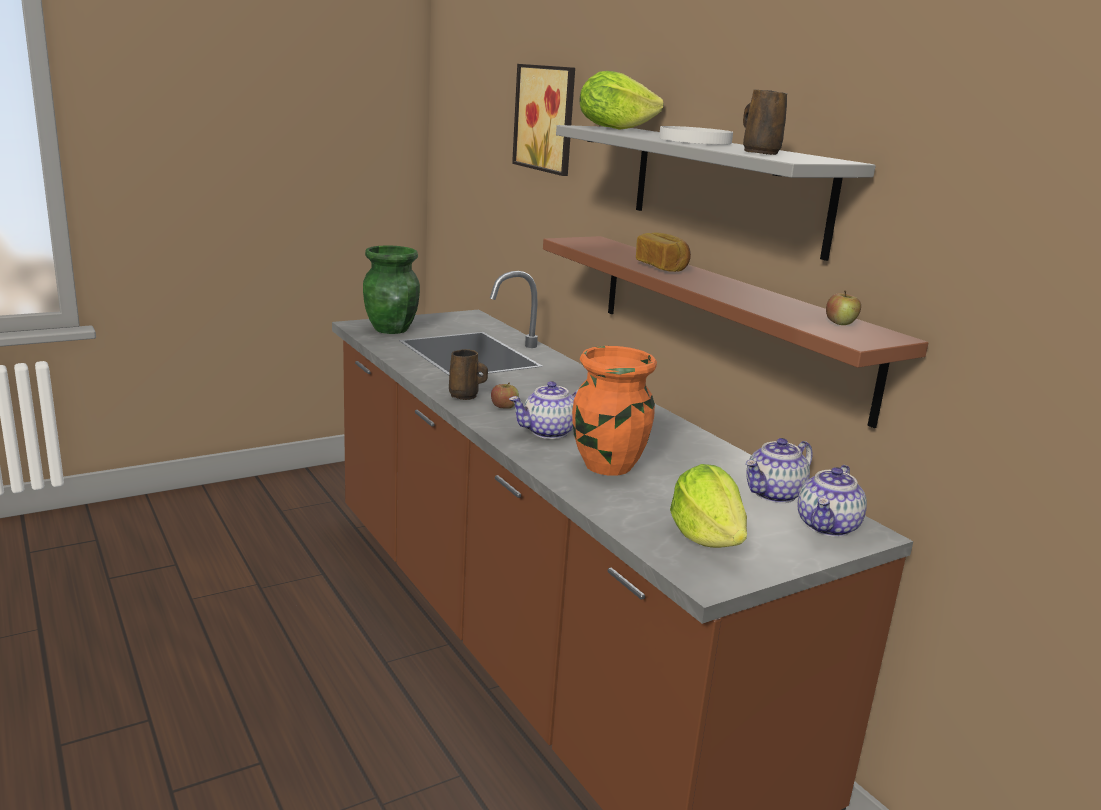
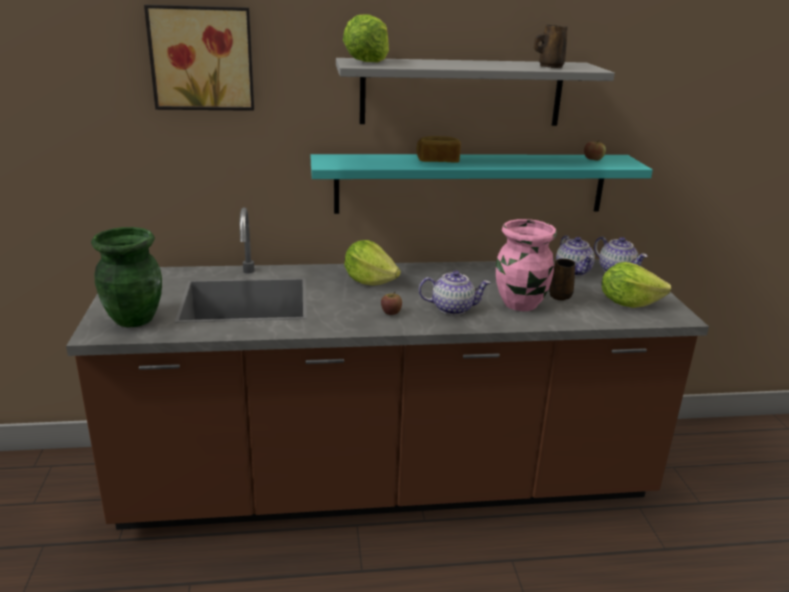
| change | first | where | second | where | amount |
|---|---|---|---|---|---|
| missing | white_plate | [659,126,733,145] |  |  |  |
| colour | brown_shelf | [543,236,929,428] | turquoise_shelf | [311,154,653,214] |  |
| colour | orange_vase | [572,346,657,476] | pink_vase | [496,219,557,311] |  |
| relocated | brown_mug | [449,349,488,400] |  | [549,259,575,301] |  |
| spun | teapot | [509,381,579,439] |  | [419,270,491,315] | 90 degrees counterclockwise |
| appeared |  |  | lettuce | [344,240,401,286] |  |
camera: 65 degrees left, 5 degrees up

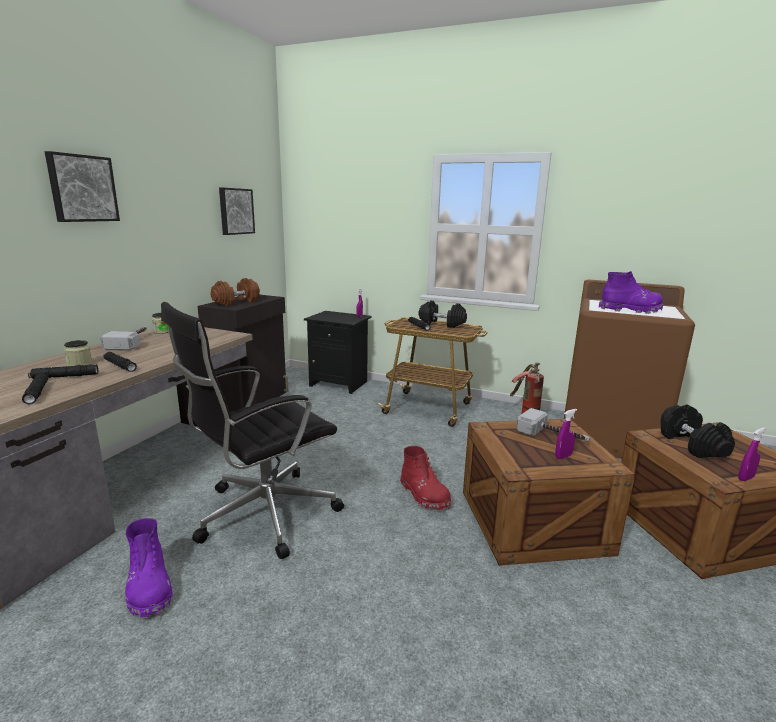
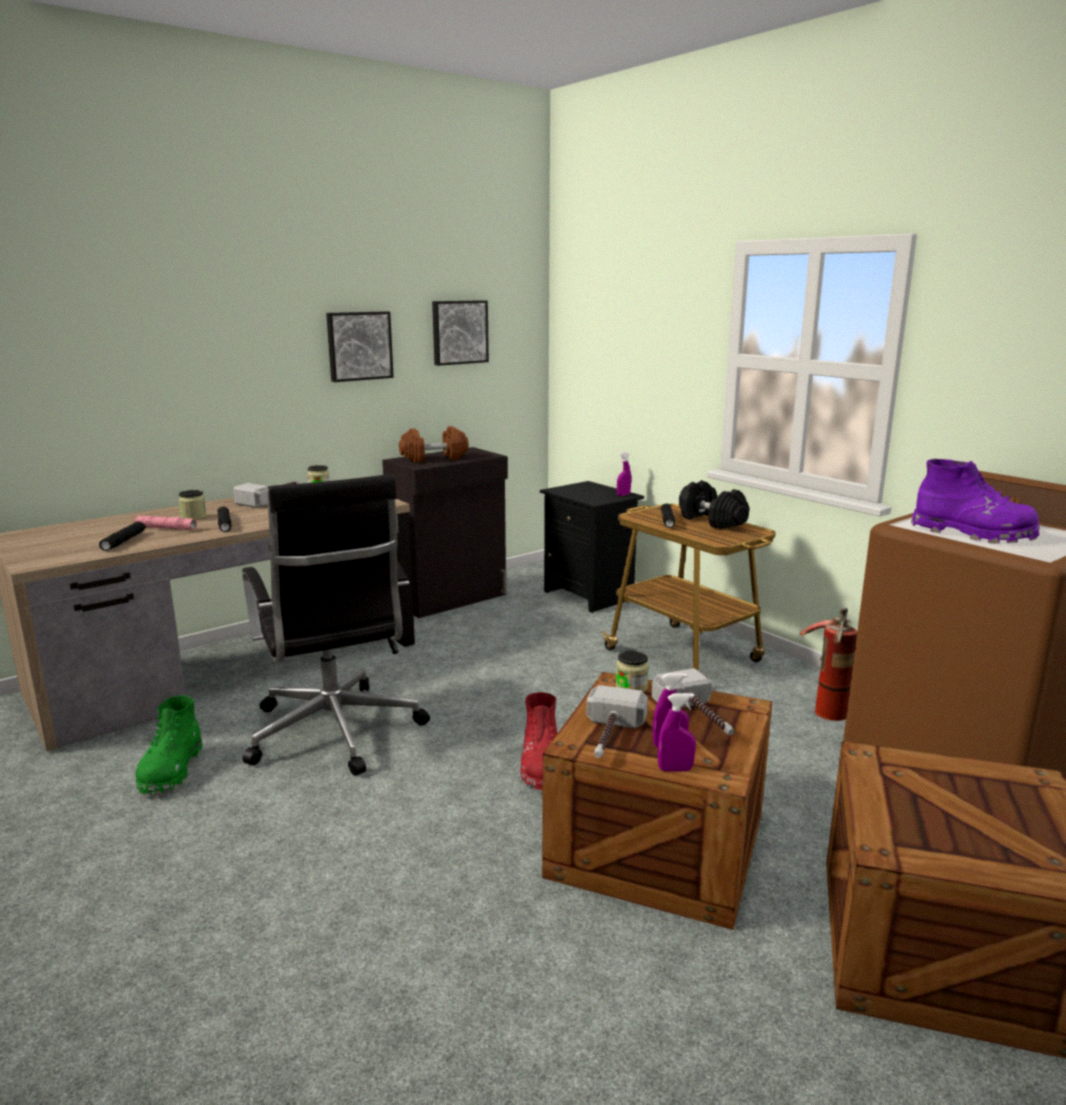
| change | first | where | second | where | amount |
|---|---|---|---|---|---|
| relocated | picture | [45,151,120,222] |  | [326,311,394,382] |  |
| spun | black_office_chair | [161,302,344,559] |  | [242,474,430,776] | 105 degrees counterclockwise |
| colour | black_flashlight | [28,365,98,379] | pink_flashlight | [133,516,197,530] |  |
| missing | black_dumbbell | [661,404,735,458] |  |  |  |
| relocated | purple_spray_bottle | [738,428,766,481] |  | [658,693,696,771] |  |
| colour | purple_boot | [125,518,173,619] | green_boot | [135,695,203,796] |  |
| appeared |  |  | jar | [616,650,649,692] |  |
| appeared |  |  | hammer | [586,685,648,758] |  |
camera: 30 degrees right, 0 degrees up

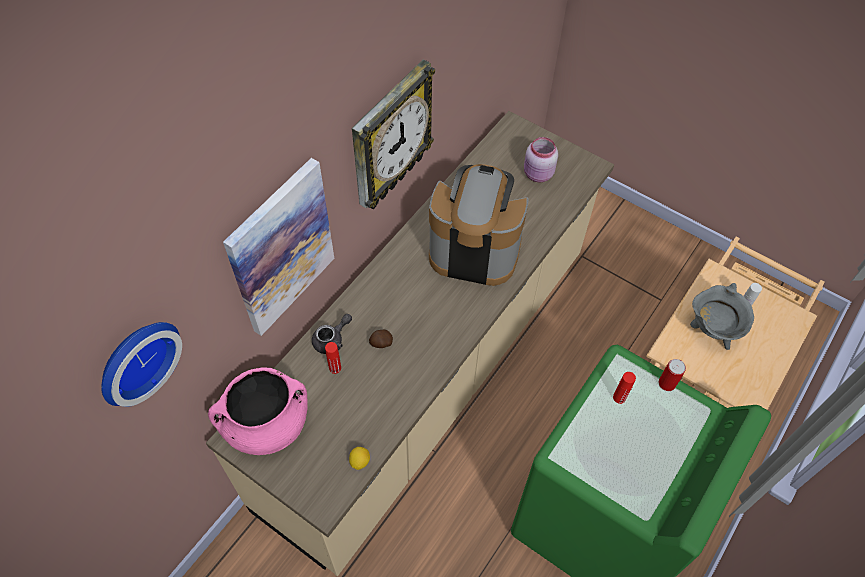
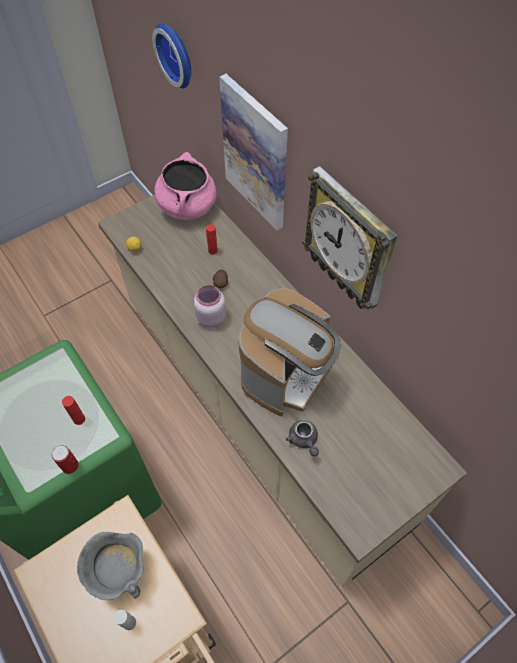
| change | first | where | second | where | amount |
|---|---|---|---|---|---|
| relocated | pink_jar | [524,137,558,182] |  | [194,285,226,327] |  |
| relocated | grey_teapot | [312,314,352,354] |  | [286,420,319,456] |  |
camera: 110 degrees right, 0 degrees up

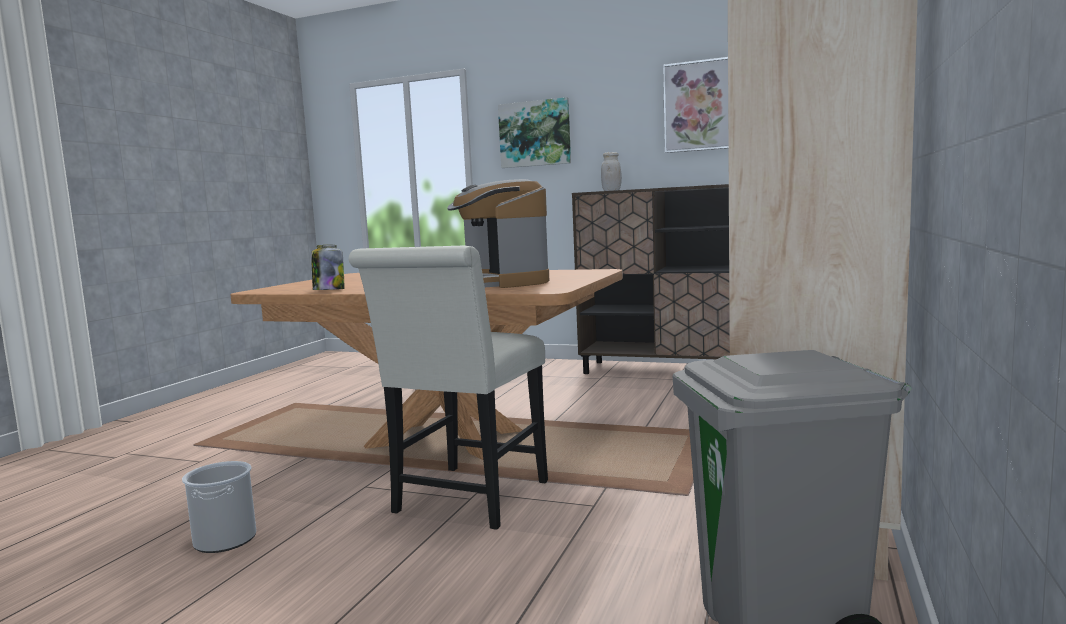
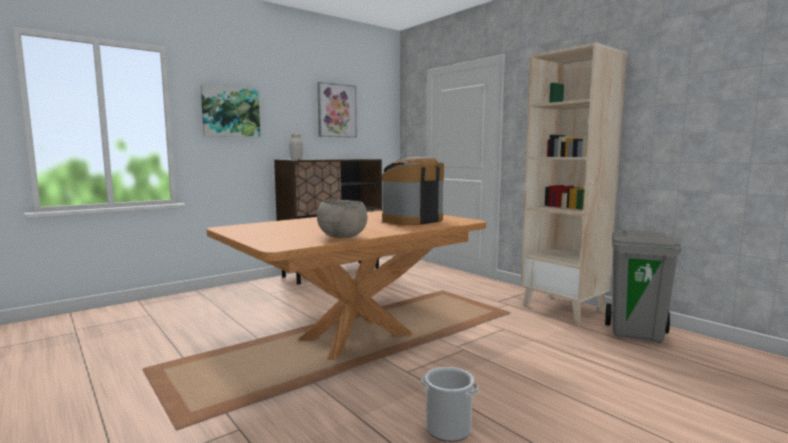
| change | first | where | second | where | amount |
|---|---|---|---|---|---|
| spun | coffee_machine | [447,179,549,288] |  | [382,157,444,225] | 135 degrees clockwise |
| exchanged | jar | [311,245,345,290] | grey_bowl | [317,199,367,238] |  |
| missing | white_chair | [348,246,548,530] |  |  |  |
camera: 60 degrees left, 0 degrees up

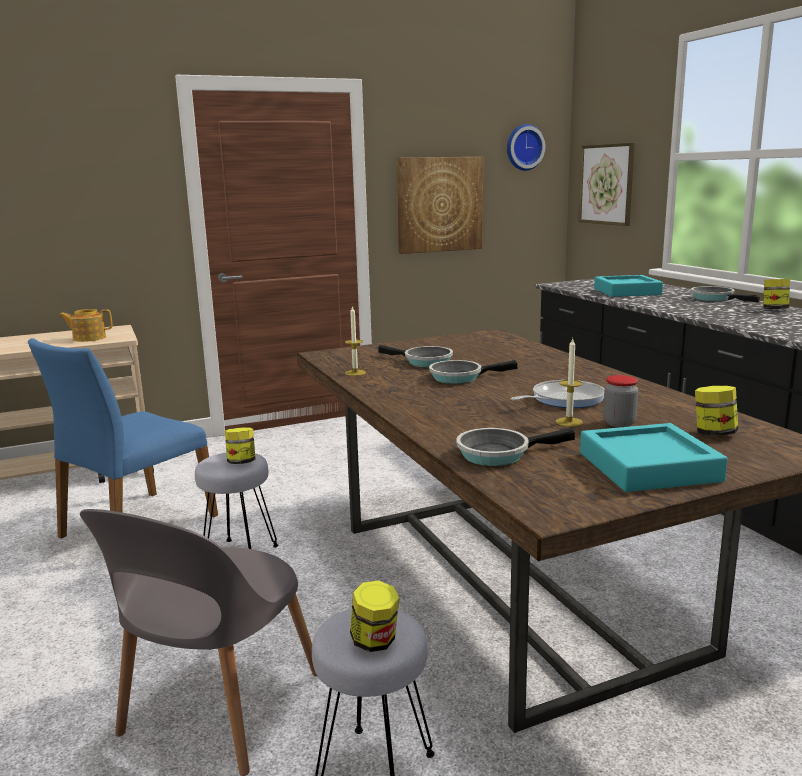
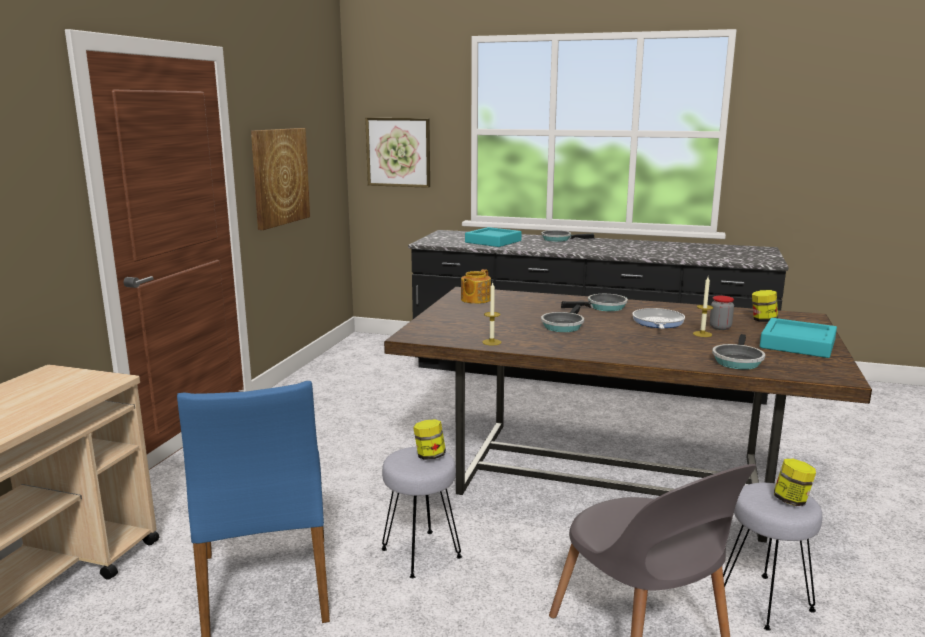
| change | first | where | second | where | amount |
|---|---|---|---|---|---|
| missing | wall_clock | [507,124,545,171] |  |  |  |
| missing | jar | [763,279,790,309] |  |  |  |
| relocated | teapot | [59,309,112,342] |  | [461,269,491,304] |  |
| relocated | frying_pan | [378,345,453,367] |  | [561,294,628,311] |  |
camera: 50 degrees left, 0 degrees up

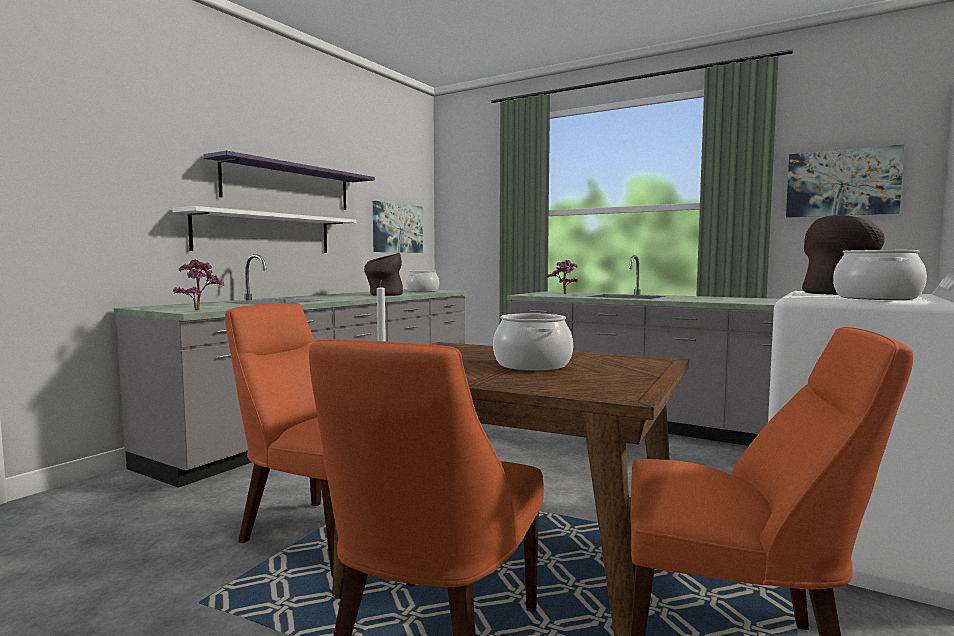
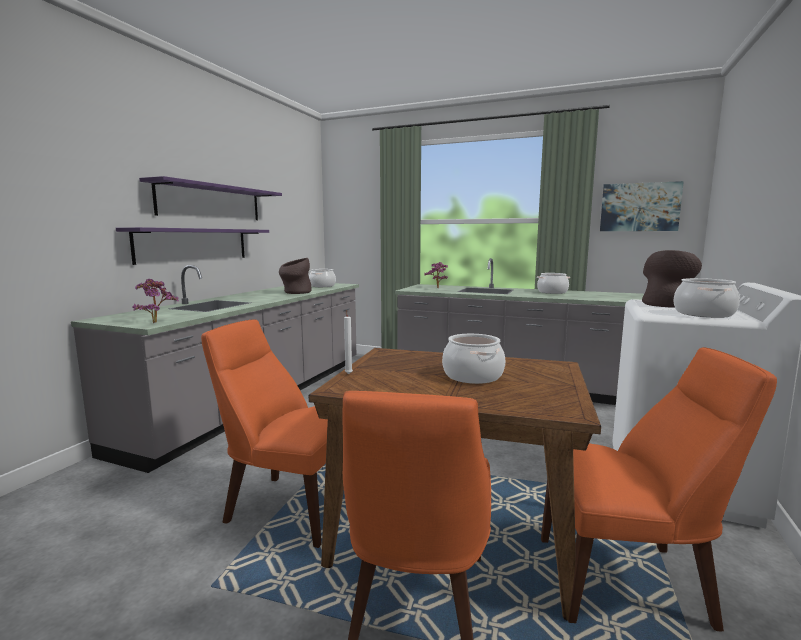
| change | first | where | second | where | amount |
|---|---|---|---|---|---|
| missing | picture | [373,201,423,253] |  |  |  |
| colour | white_shelf | [172,206,356,253] | purple_shelf | [116,227,269,265] |  |
| appeared |  |  | cooking_pot | [537,273,570,294] |  |
camera: 10 degrees left, 5 degrees up

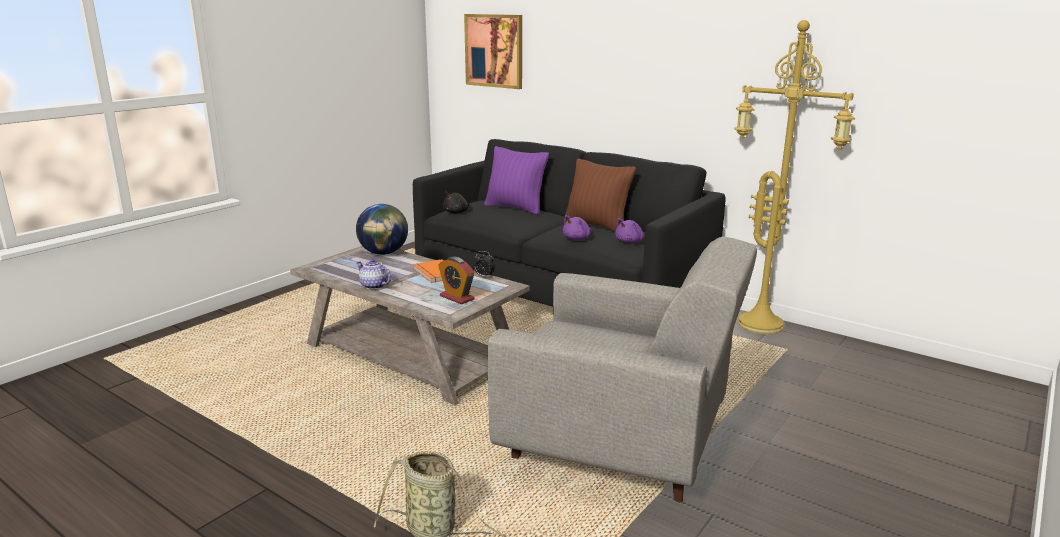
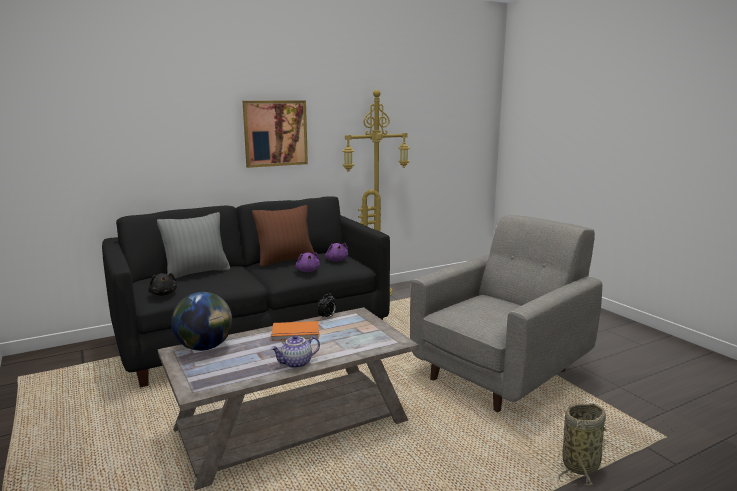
| change | first | where | second | where | amount |
|---|---|---|---|---|---|
| relocated | picture | [464,14,522,89] |  | [243,101,308,168] |  |
| colour | purple_pillow | [484,146,549,215] | grey_pillow | [157,212,230,278] |  |
| missing | alarm_clock | [438,257,475,304] |  |  |  |
camera: 65 degrees left, 5 degrees down

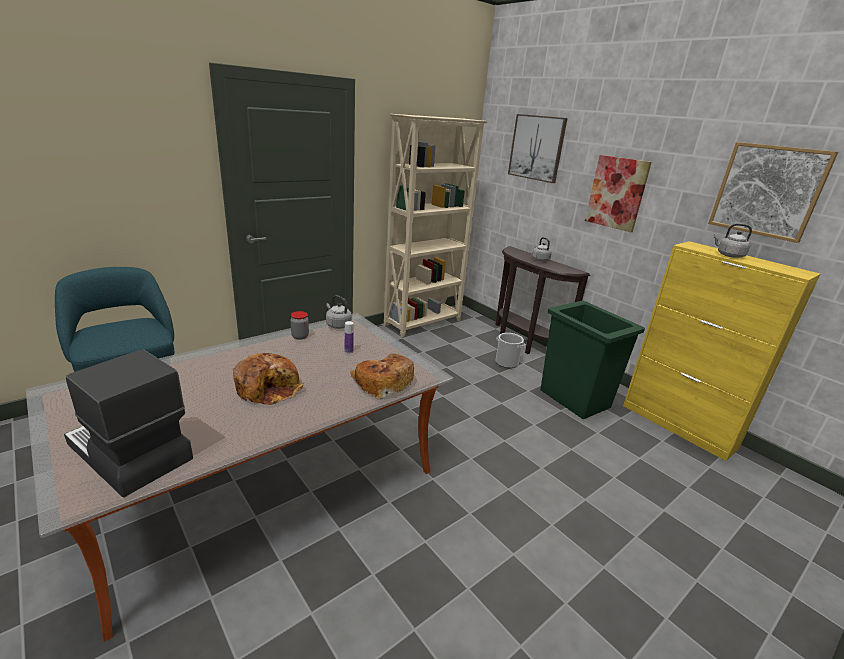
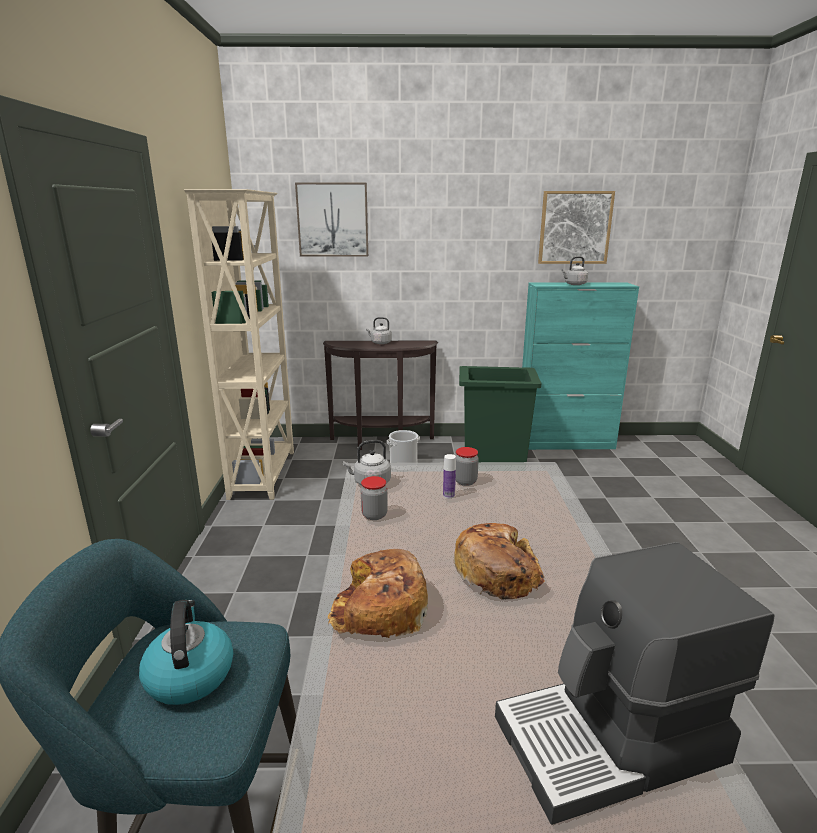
| change | first | where | second | where | amount |
|---|---|---|---|---|---|
| missing | picture | [585,155,652,232] |  |  |  |
| colour | yellow_cabinet | [623,241,821,461] | turquoise_cabinet | [522,282,639,450] |  |
| relocated | bread | [350,354,414,399] |  | [328,549,428,638] |  |
| appeared |  |  | jar | [456,447,479,486] |  |
| appeared |  |  | kettle | [139,600,233,705] |  |
camera: 50 degrees left, 5 degrees down

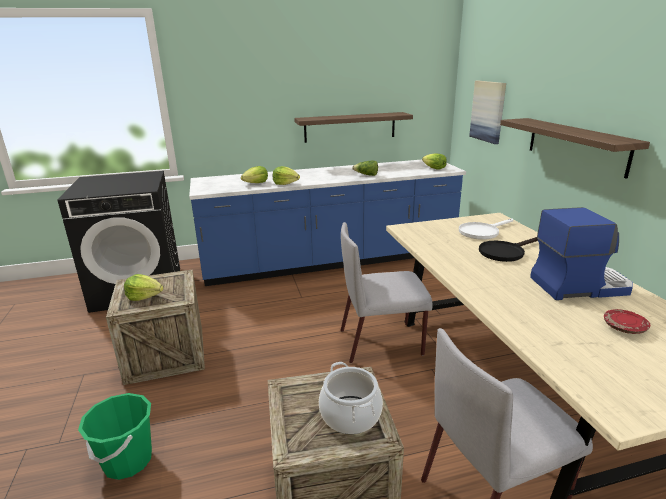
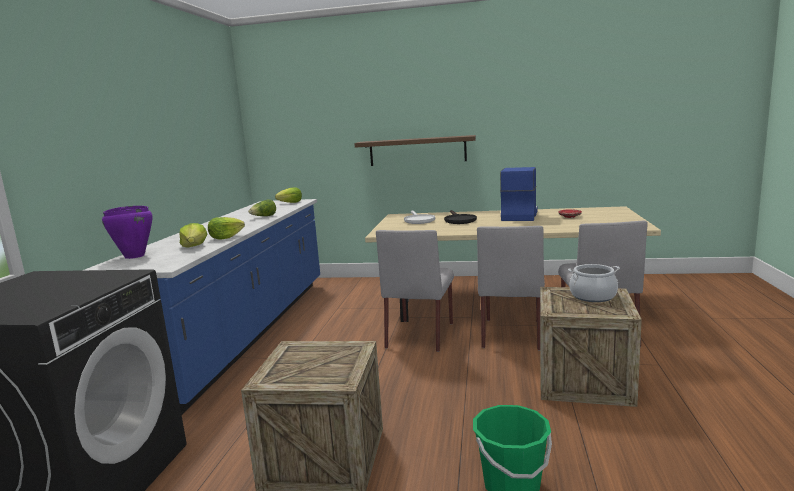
| change | first | where | second | where | amount |
|---|---|---|---|---|---|
| missing | picture | [469,81,506,144] |  |  |  |
| missing | shelf | [294,112,413,143] |  |  |  |
| missing | lettuce | [124,274,163,301] |  |  |  |
| appeared |  |  | purple_cooking_pot | [102,206,153,259] |  |
| appeared |  |  | grey_chair | [477,226,545,351] |  |
camera: 65 degrees left, 10 degrees down

